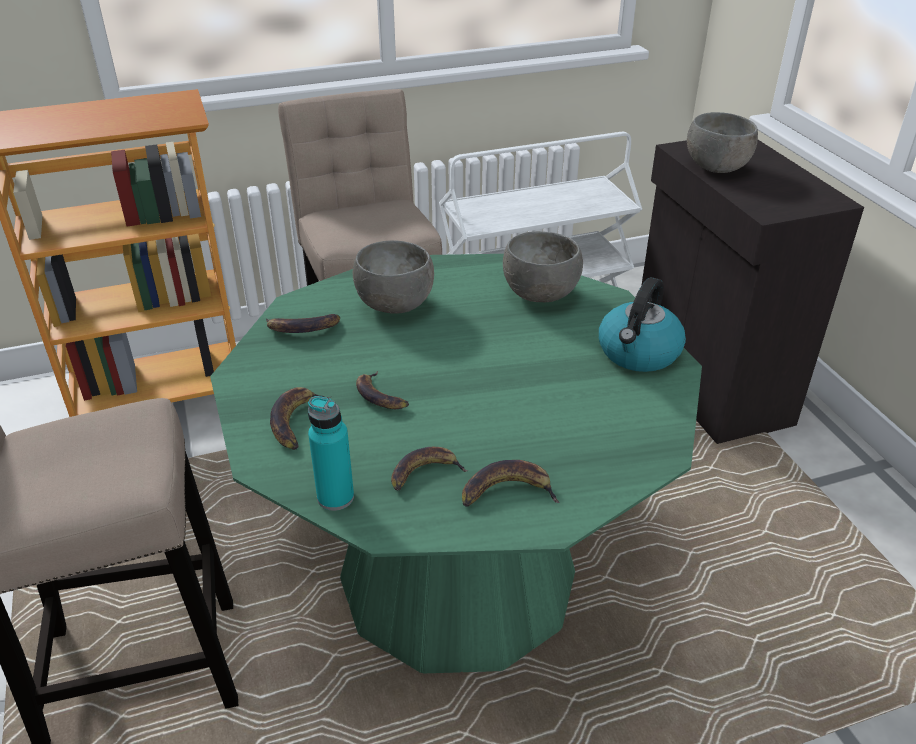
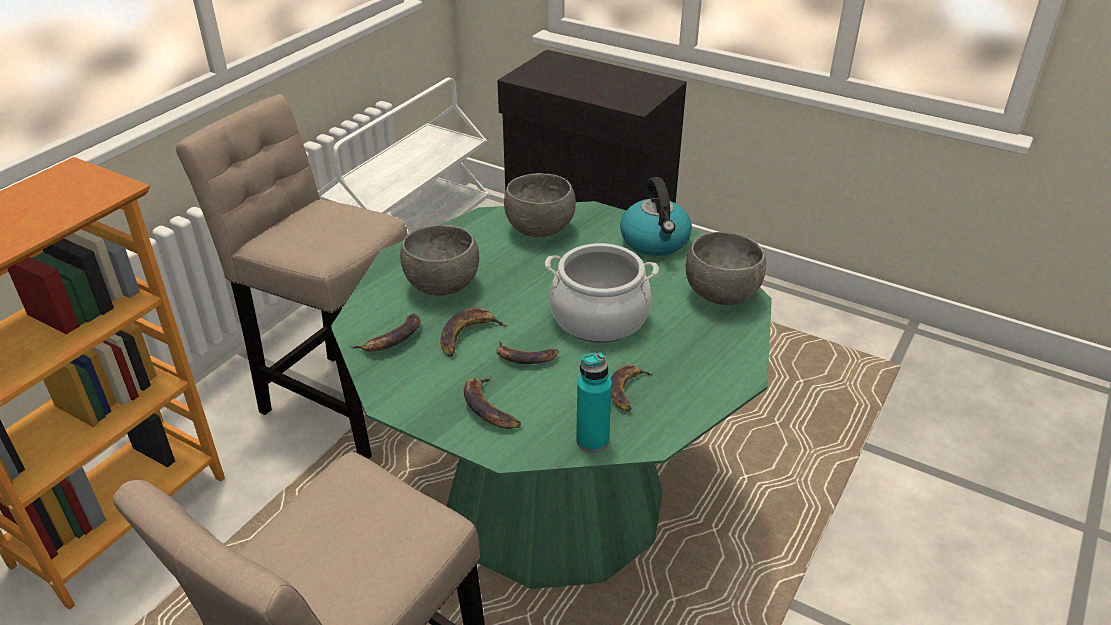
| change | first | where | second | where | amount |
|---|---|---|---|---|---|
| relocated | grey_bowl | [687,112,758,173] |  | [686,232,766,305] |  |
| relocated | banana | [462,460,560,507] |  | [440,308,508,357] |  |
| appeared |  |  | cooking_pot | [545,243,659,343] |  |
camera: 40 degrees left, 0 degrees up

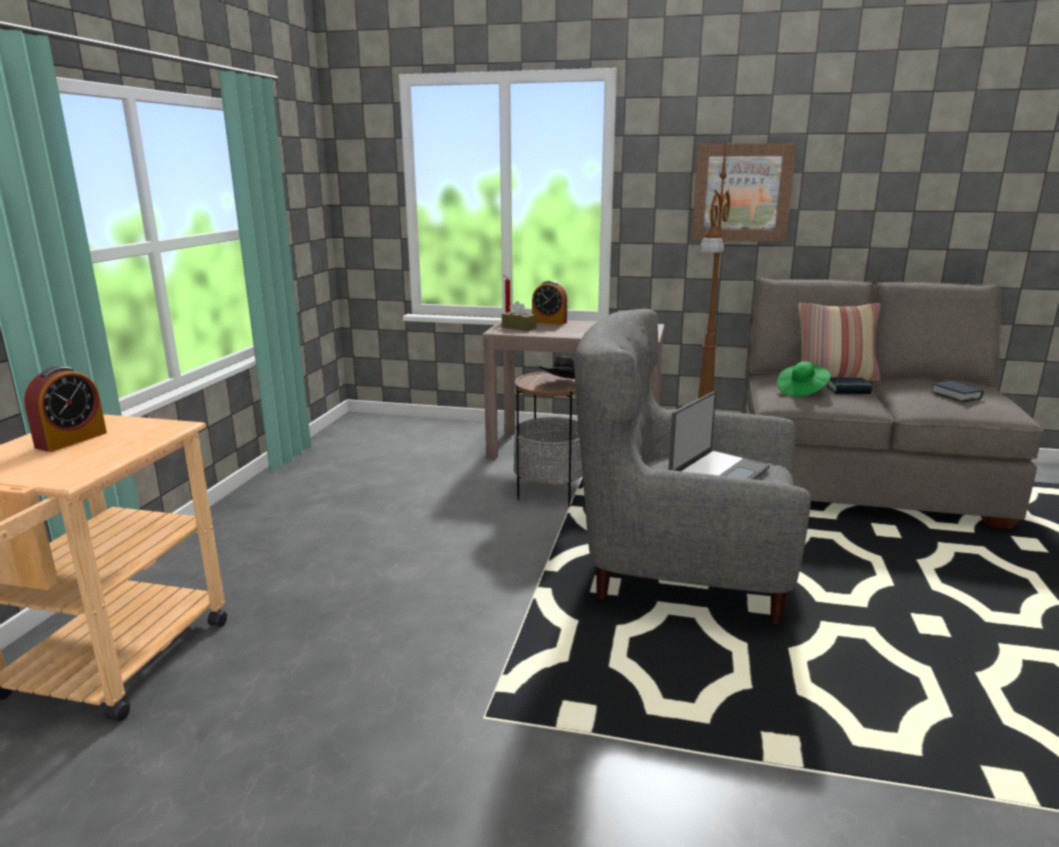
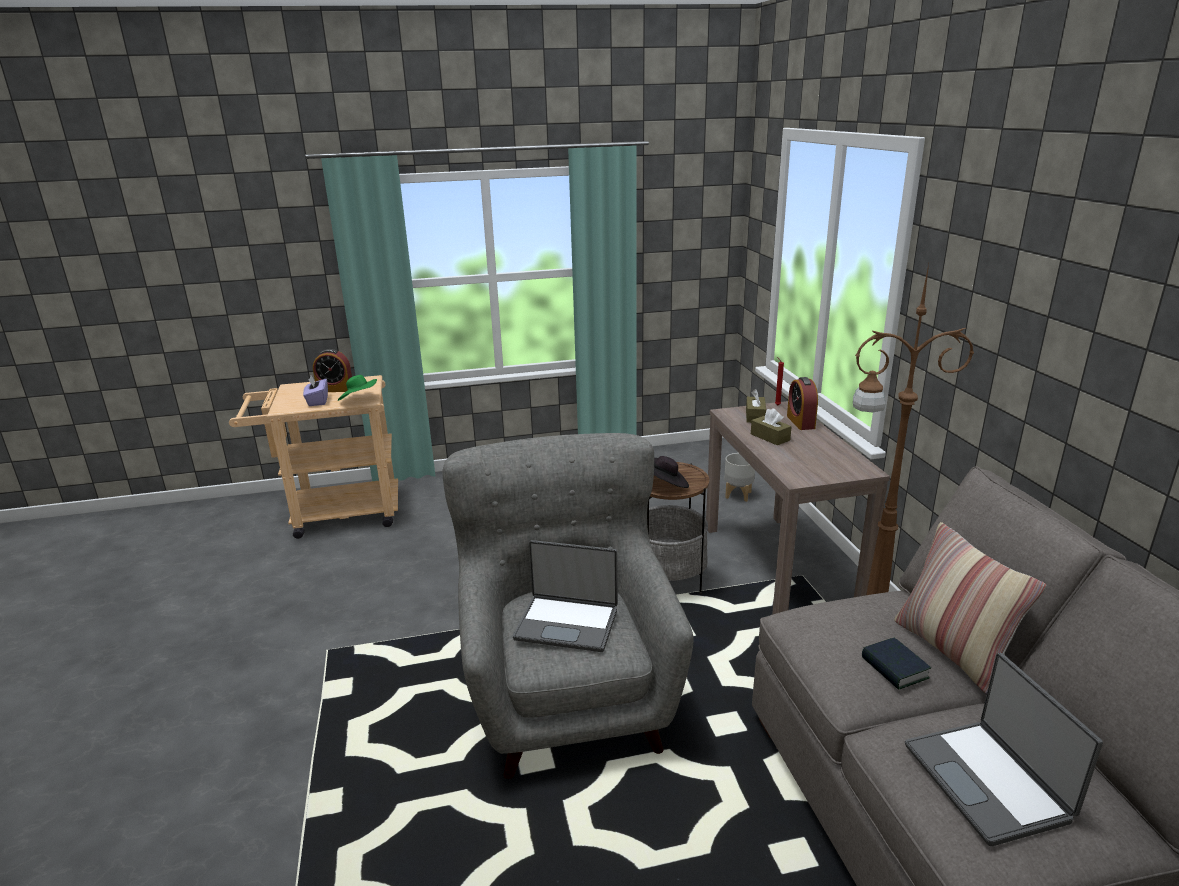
| change | first | where | second | where | amount |
|---|---|---|---|---|---|
| missing | picture | [692,143,797,242] |  |  |  |
| relocated | green_hat | [777,361,831,396] |  | [338,375,377,401] |  |
| exchanged | book | [931,381,983,402] | laptop | [905,653,1103,846] |  |
| appeared |  |  | purple_tissue_box | [303,375,328,406] |  |
| appeared |  |  | brown_tissue_box | [751,408,792,445] |  |
| appeared |  |  | grey_planter | [725,453,755,502] |  |
camera: 65 degrees right, 5 degrees up

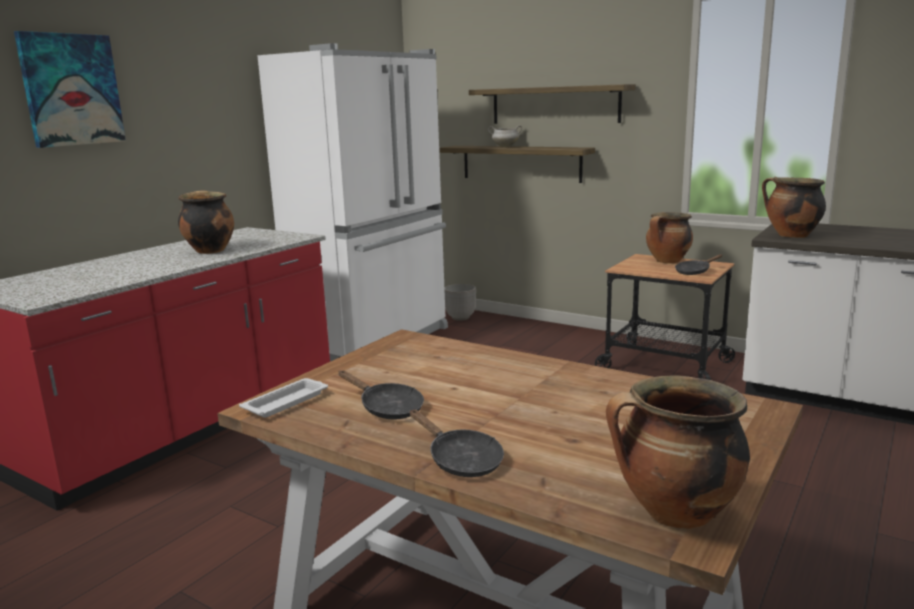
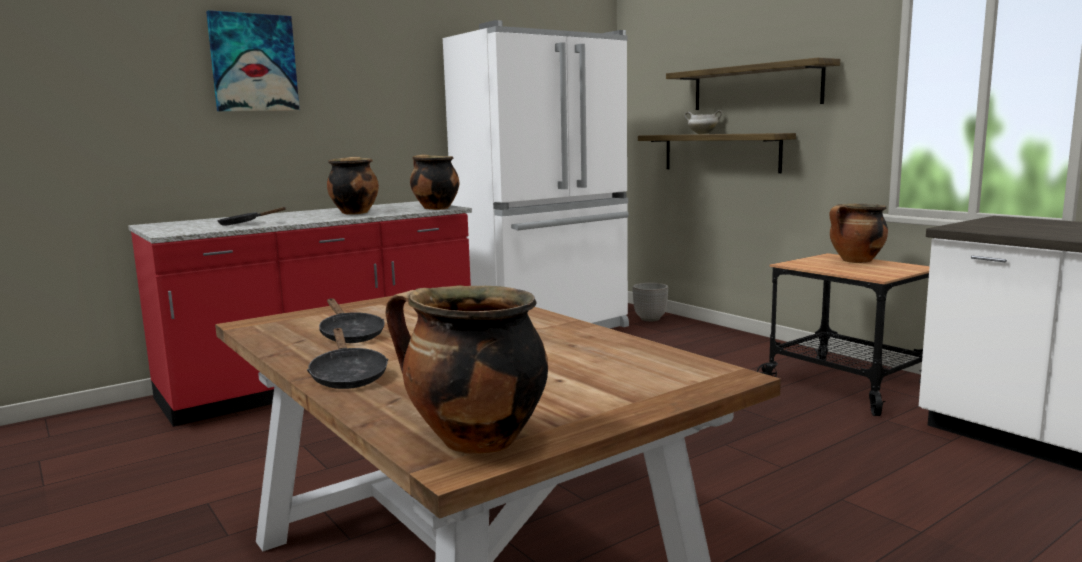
| change | first | where | second | where | amount |
|---|---|---|---|---|---|
| relocated | cooking_pot | [762,177,826,238] |  | [410,154,459,210] |  |
| relocated | black_frying_pan | [675,254,722,275] |  | [217,207,287,225] |  |
| missing | white_tray | [239,378,328,418] |  |  |  |
camera: 20 degrees right, 5 degrees down

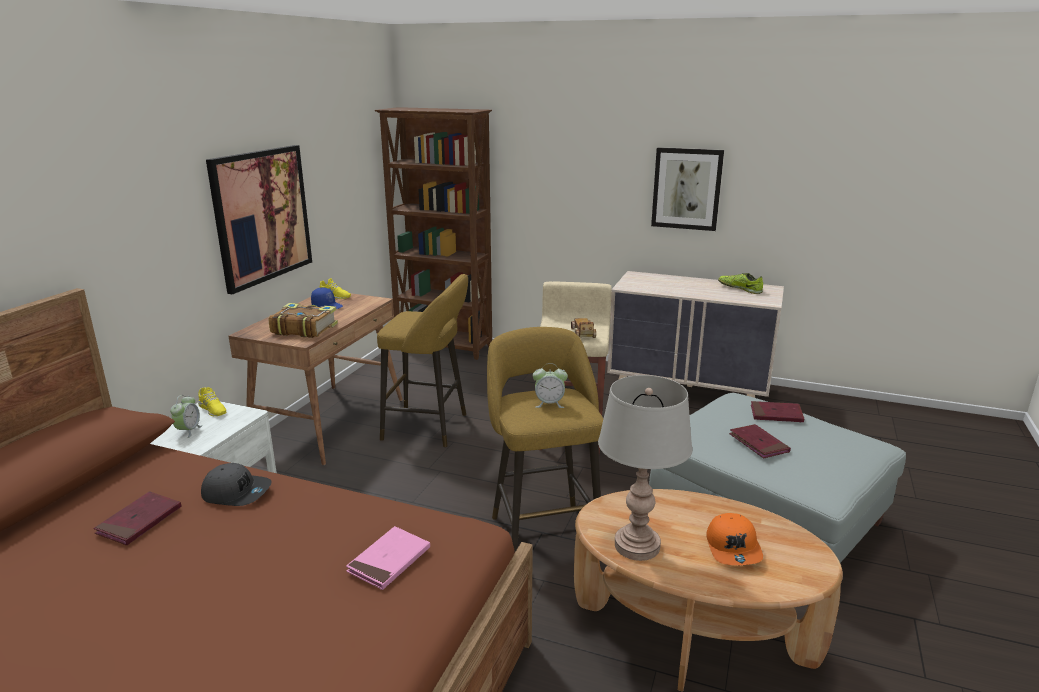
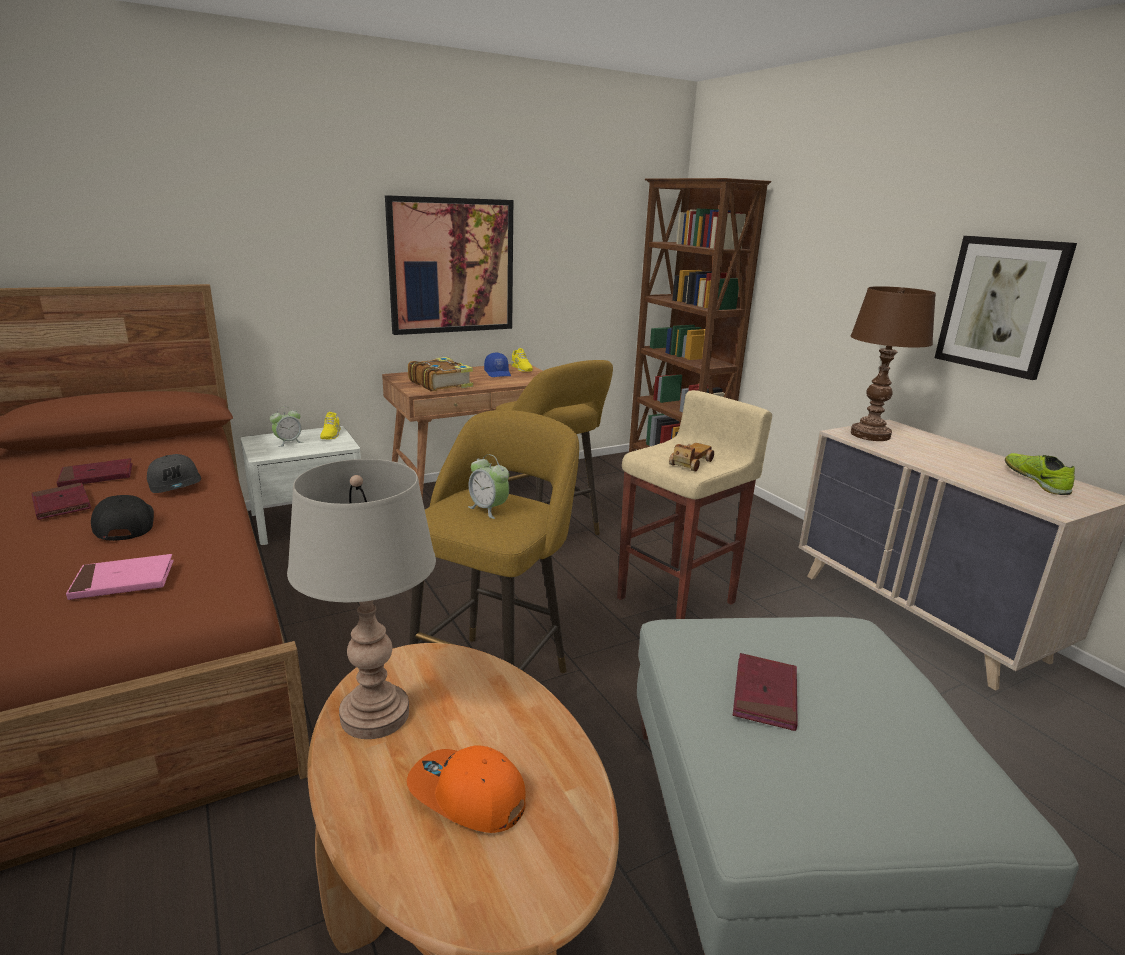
| change | first | where | second | where | amount |
|---|---|---|---|---|---|
| relocated | red_book | [751,401,804,422] |  | [31,483,91,520] |  |
| spun | orange_cap | [706,513,763,565] |  | [407,745,525,833] | 75 degrees clockwise |
| appeared |  |  | brown_table_lamp | [851,286,936,441] |  |
| appeared |  |  | black_cap | [91,495,154,541] |  |
camera: 40 degrees right, 0 degrees up

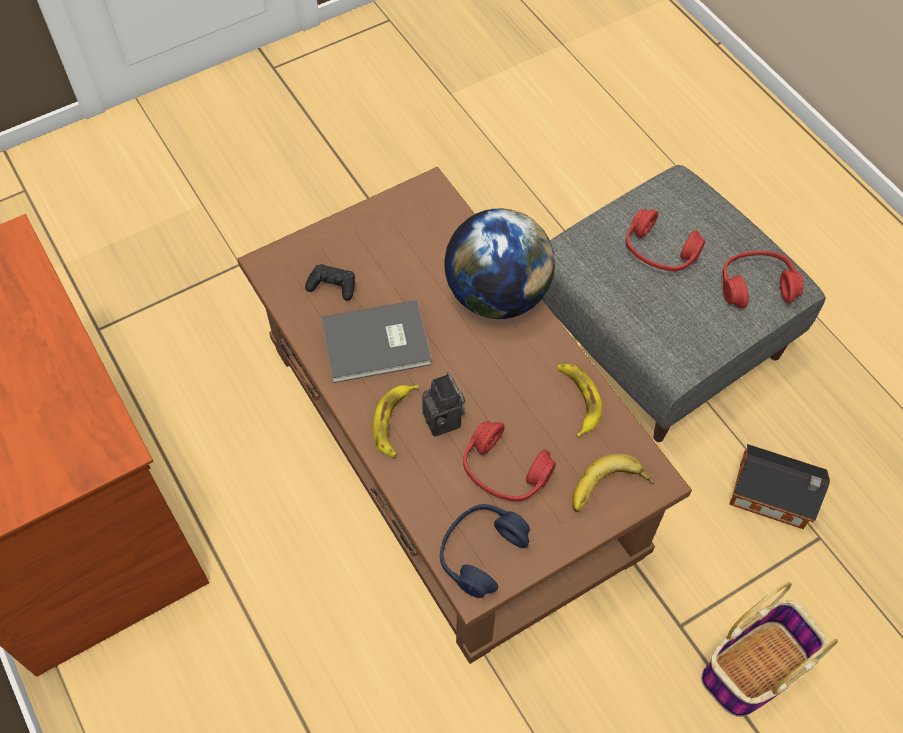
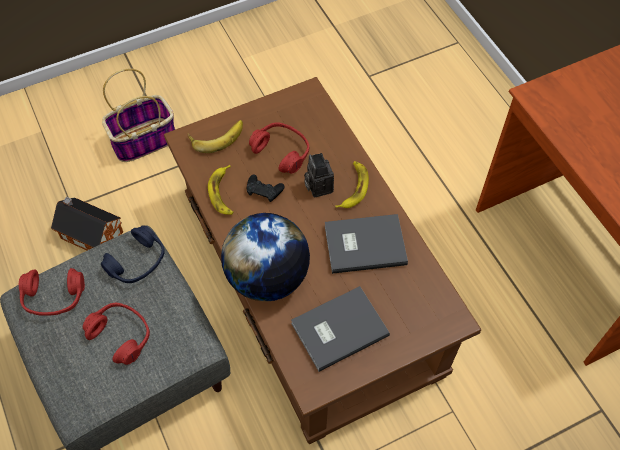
| change | first | where | second | where | amount |
|---|---|---|---|---|---|
| relocated | black_game_controller | [305,264,355,301] |  | [247,174,285,202] |  |
| relocated | blue_headphones | [440,504,530,598] |  | [101,225,165,283] |  |
| appeared |  |  | grey_book | [291,286,390,372] |  |
camera: 175 degrees left, 0 degrees up

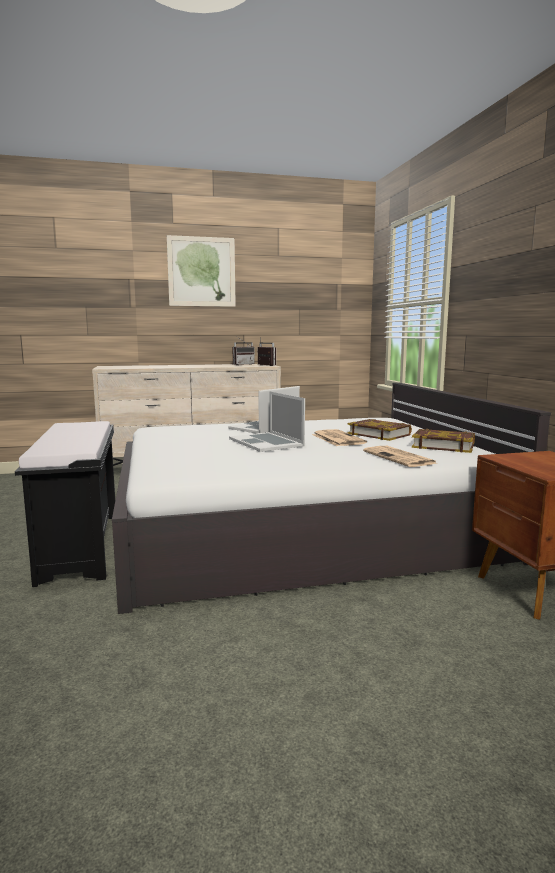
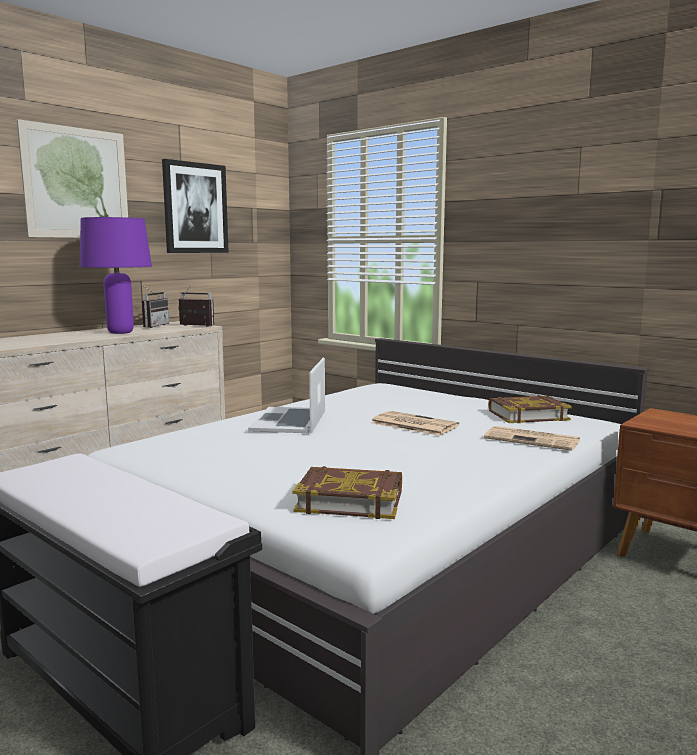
| change | first | where | second | where | amount |
|---|---|---|---|---|---|
| missing | laptop | [229,391,305,452] |  |  |  |
| relocated | book | [347,419,412,441] |  | [293,466,402,519] |  |
| appeared |  |  | picture | [162,159,229,253] |  |
| appeared |  |  | purple_table_lamp | [80,217,152,334] |  |
camera: 35 degrees left, 0 degrees up

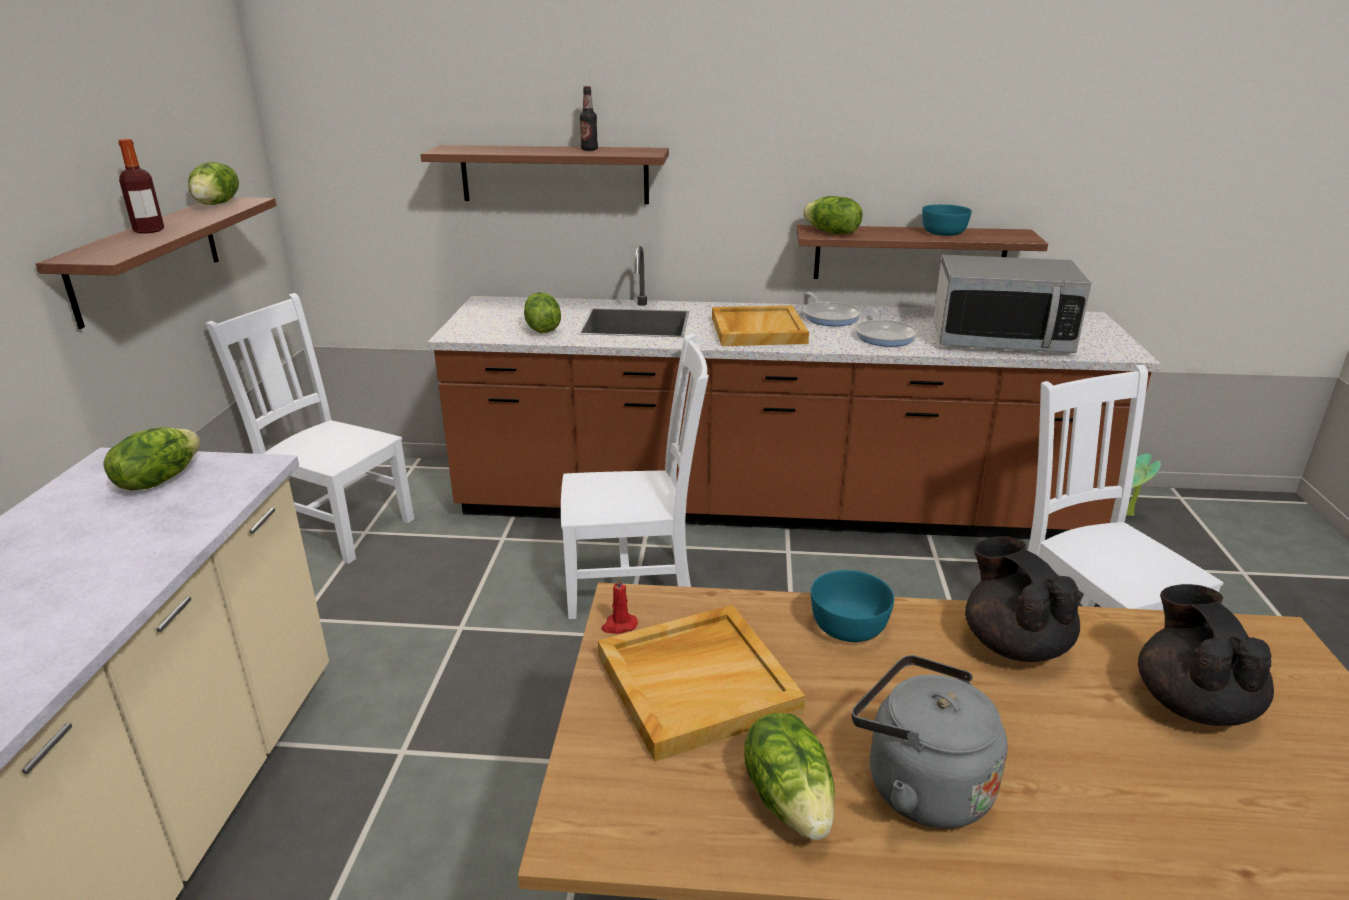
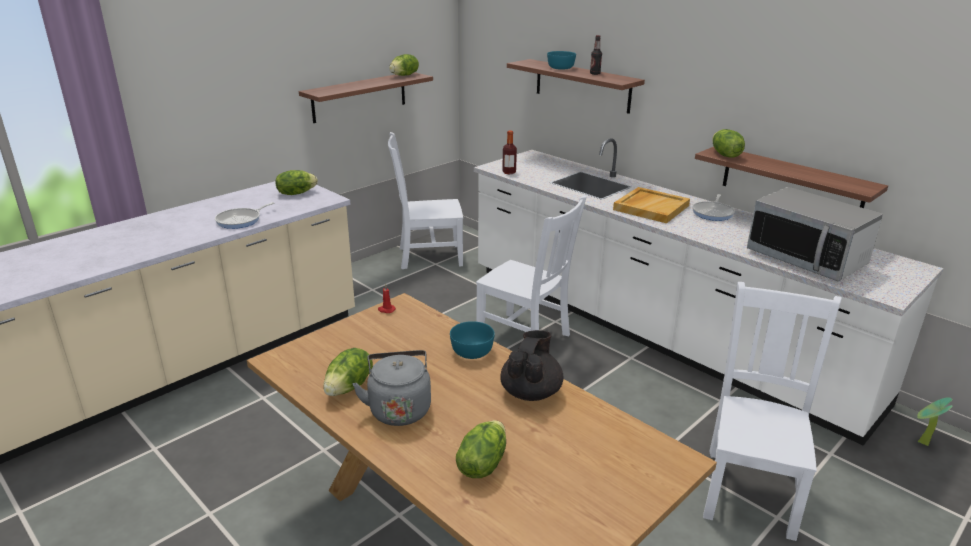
| change | first | where | second | where | amount |
|---|---|---|---|---|---|
| relocated | bottle | [118,139,164,234] |  | [502,130,517,174] |  |
| relocated | turquoise_bowl | [922,204,972,236] |  | [547,51,576,70] |  |
| colour | brown_counter | [428,246,1161,540] | white_counter | [474,139,943,446] |  |
| relocated | lettuce | [524,292,561,333] |  | [456,420,506,478] |  |
| spun | white_chair | [205,293,414,564] |  | [388,132,463,269] | 75 degrees counterclockwise |
| relocated | frying_pan | [855,308,918,347] |  | [215,202,274,229] |  |
| missing | black_teapot | [1138,584,1274,726] |  |  |  |
| missing | beige_tray | [598,605,805,762] |  |  |  |
camera: 40 degrees right, 0 degrees up

